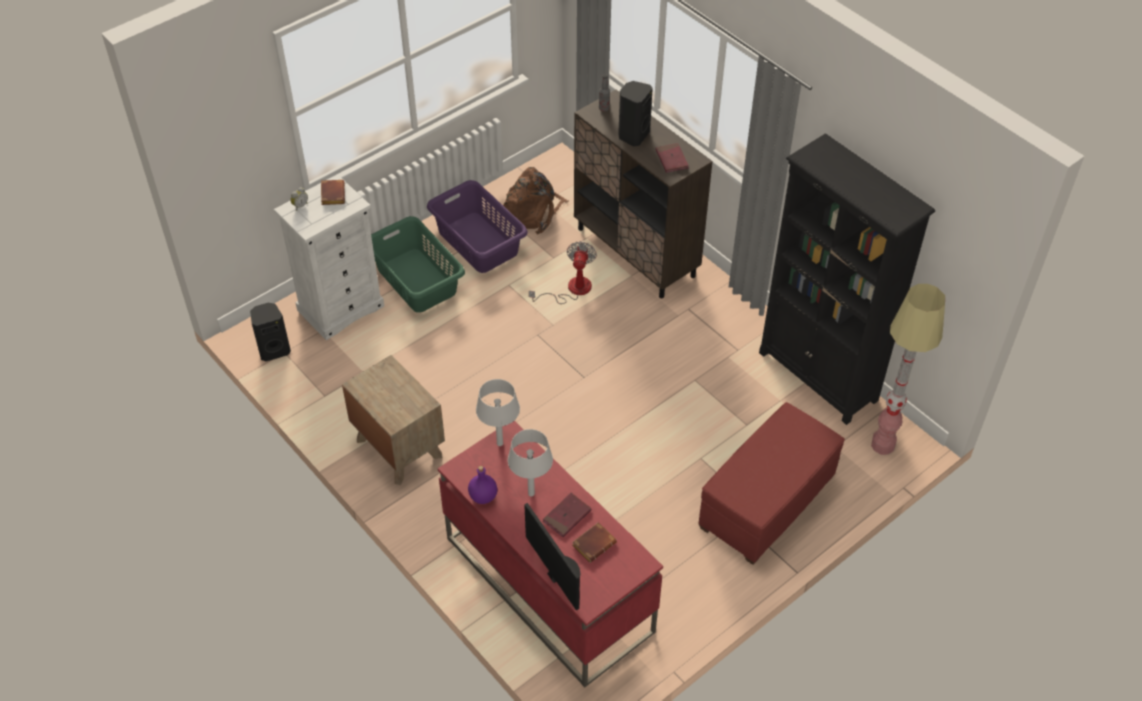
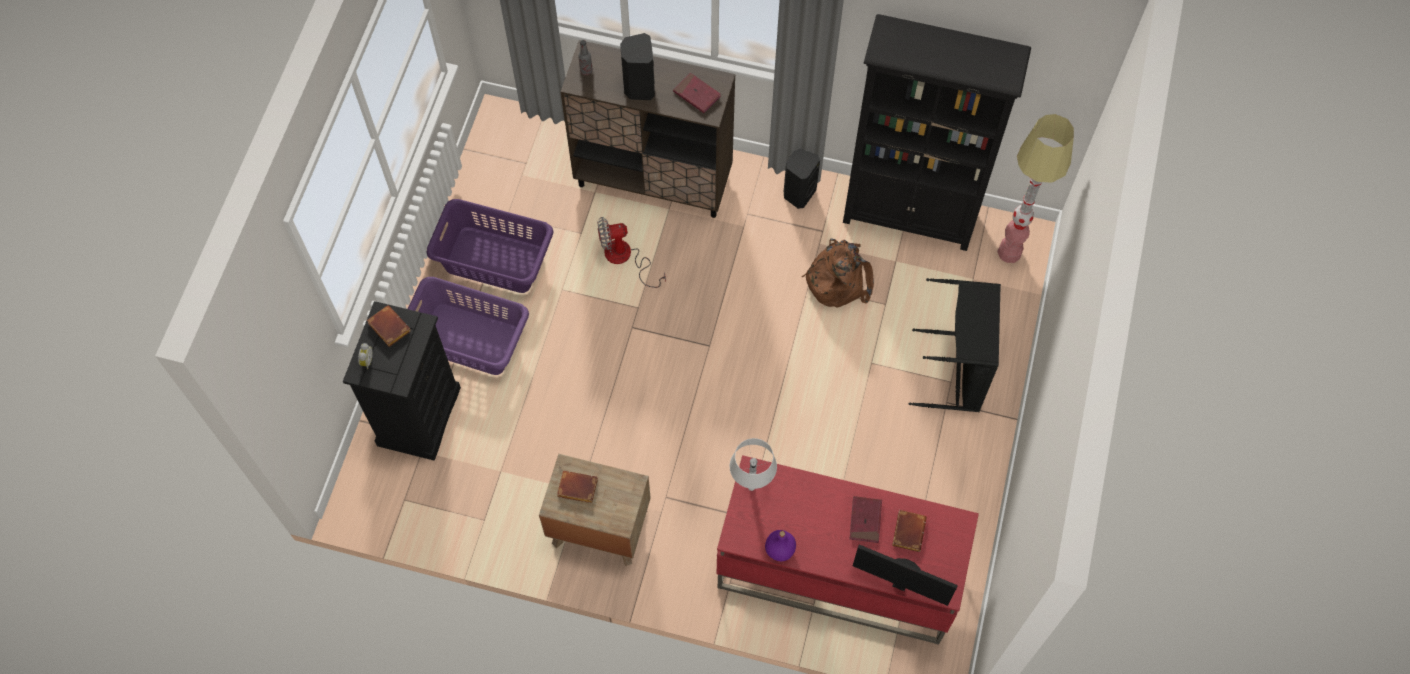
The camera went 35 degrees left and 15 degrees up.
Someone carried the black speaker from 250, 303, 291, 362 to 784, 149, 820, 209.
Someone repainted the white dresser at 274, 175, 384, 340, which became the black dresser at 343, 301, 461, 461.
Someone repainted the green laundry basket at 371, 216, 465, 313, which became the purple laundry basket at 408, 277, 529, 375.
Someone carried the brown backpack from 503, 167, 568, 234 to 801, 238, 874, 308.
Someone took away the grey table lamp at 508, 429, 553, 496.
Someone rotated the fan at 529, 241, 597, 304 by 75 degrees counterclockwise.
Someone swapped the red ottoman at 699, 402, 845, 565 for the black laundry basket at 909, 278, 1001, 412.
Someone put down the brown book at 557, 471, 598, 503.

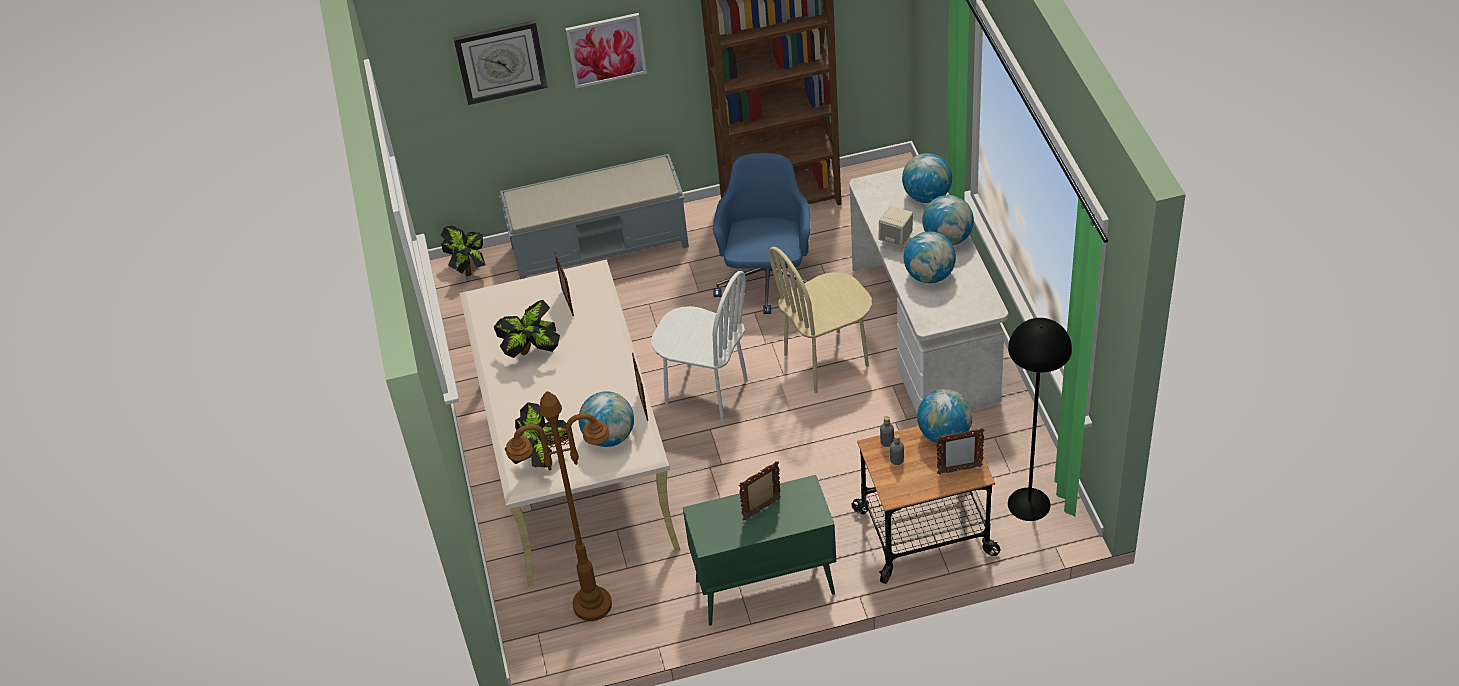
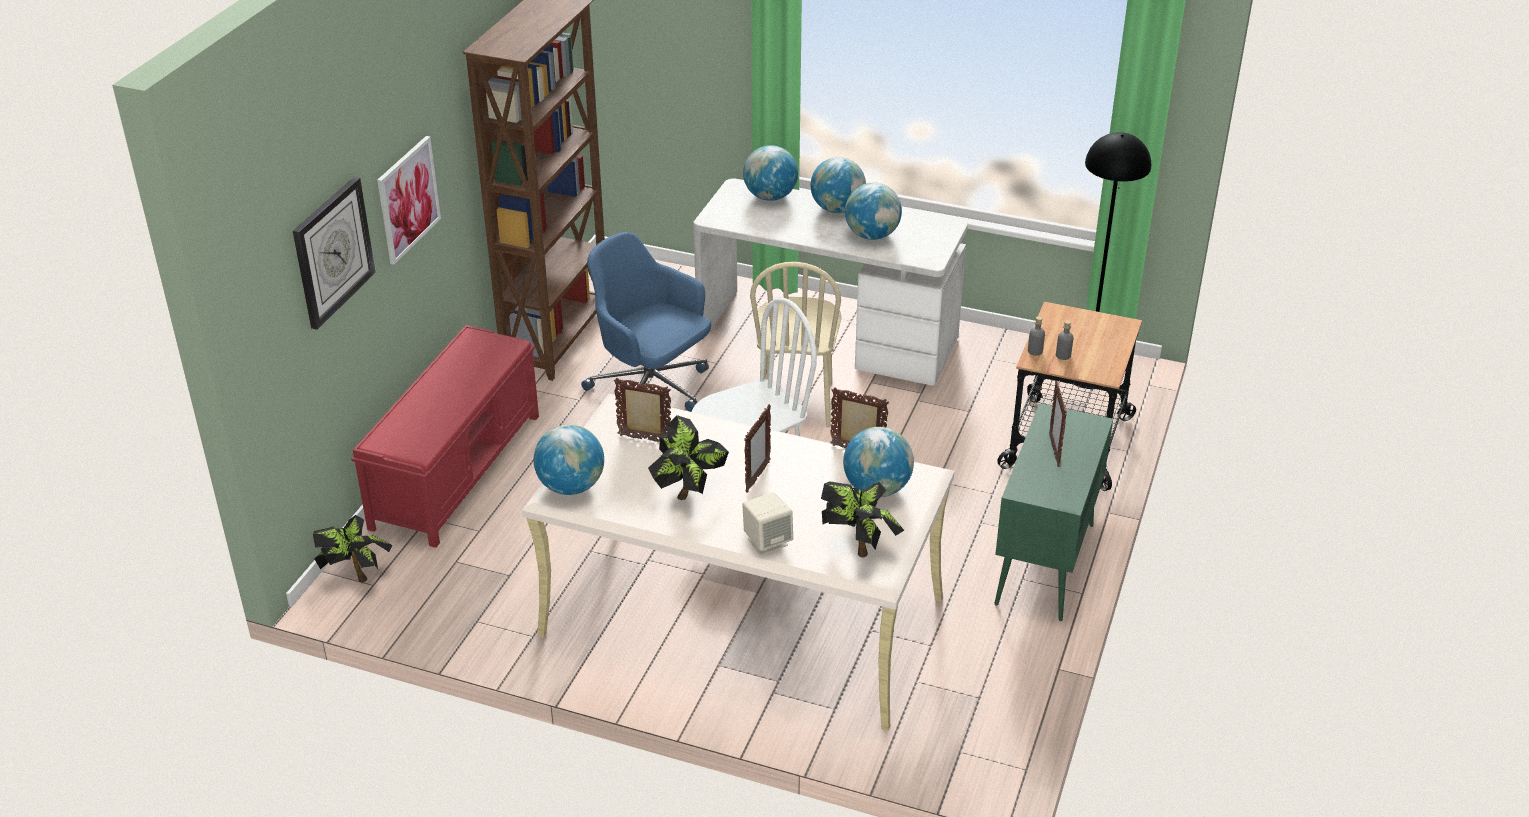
The camera went 60 degrees left and 10 degrees down.
Someone repainted the grey bench at 499, 154, 689, 279, which became the red bench at 351, 325, 539, 548.
Someone took away the brown floor lamp at 506, 391, 612, 621.
Someone carried the beige speaker from 878, 206, 913, 249 to 742, 492, 793, 555.
Someone carried the globe from 917, 389, 973, 443 to 534, 425, 604, 495.
Someone carried the picture frame from 936, 428, 984, 475 to 744, 404, 771, 493.

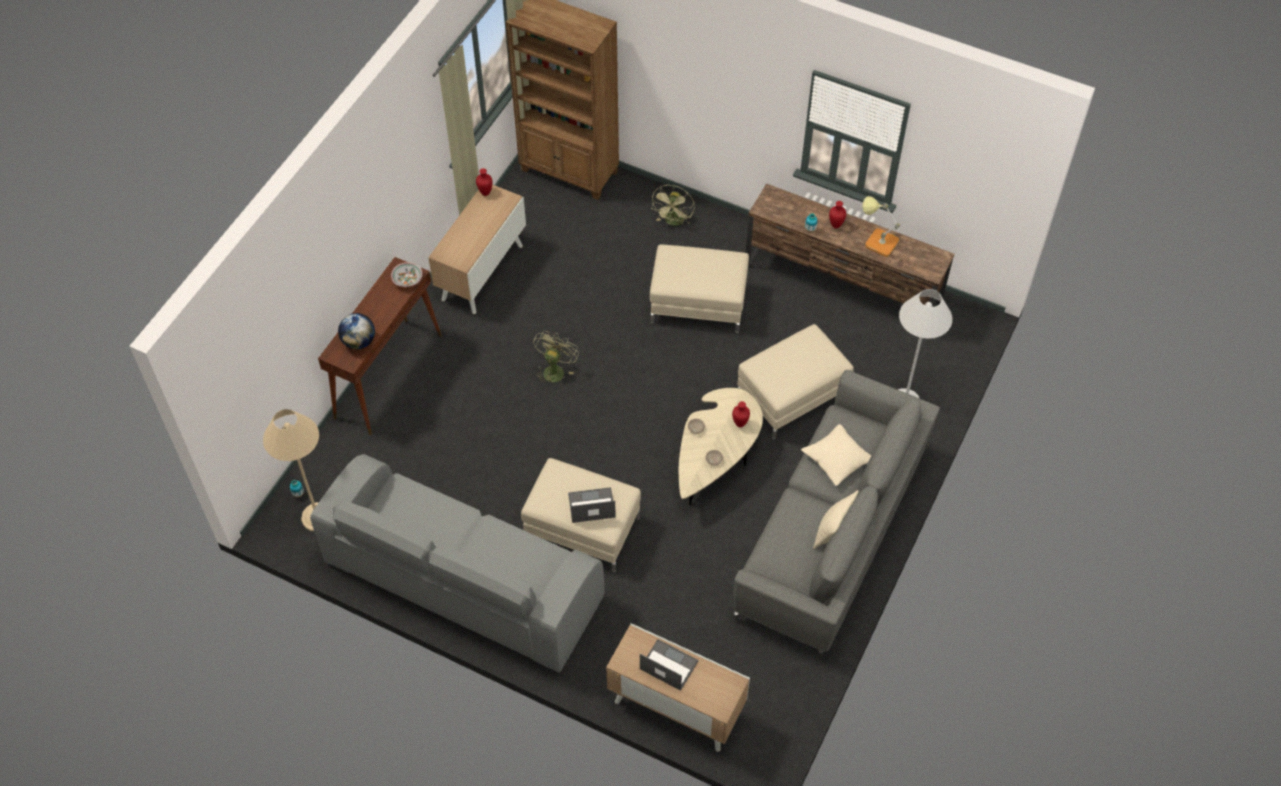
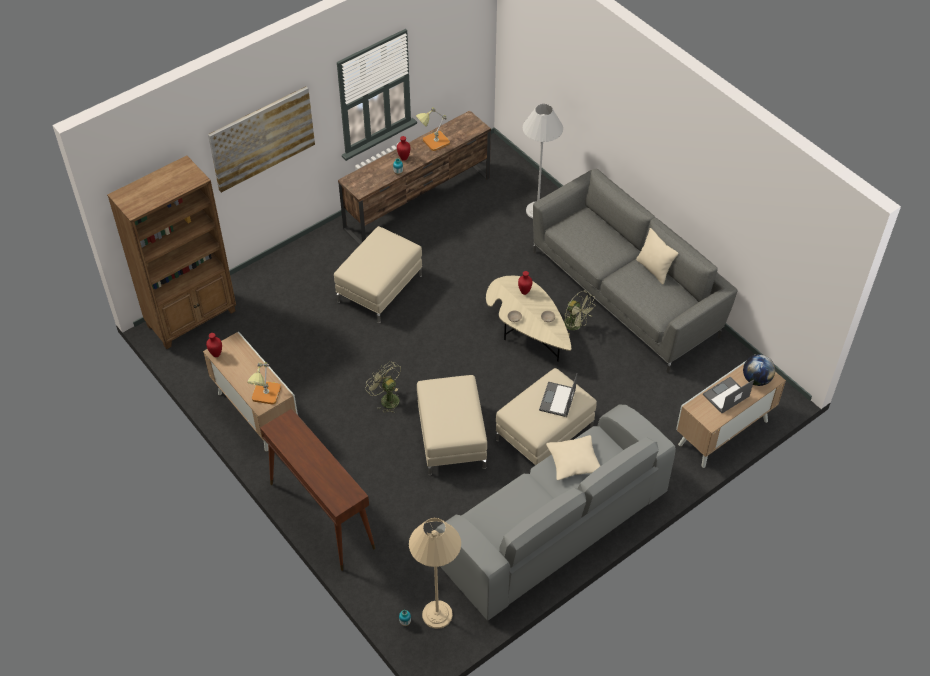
The camera went 65 degrees left and 5 degrees down.
Someone carried the globe from 338, 313, 375, 349 to 743, 354, 775, 386.
Someone took away the bowl at 391, 262, 423, 287.
Someone carried the green fan from 651, 185, 695, 226 to 564, 290, 596, 335.
Someone carried the beige ottoman from 737, 324, 854, 439 to 417, 375, 487, 475.
Someone carried the beige pillow from 801, 424, 871, 486 to 546, 435, 600, 480.
Someone put up the picture at 208, 86, 315, 193.
Someone put down the table lamp at 248, 362, 281, 404.

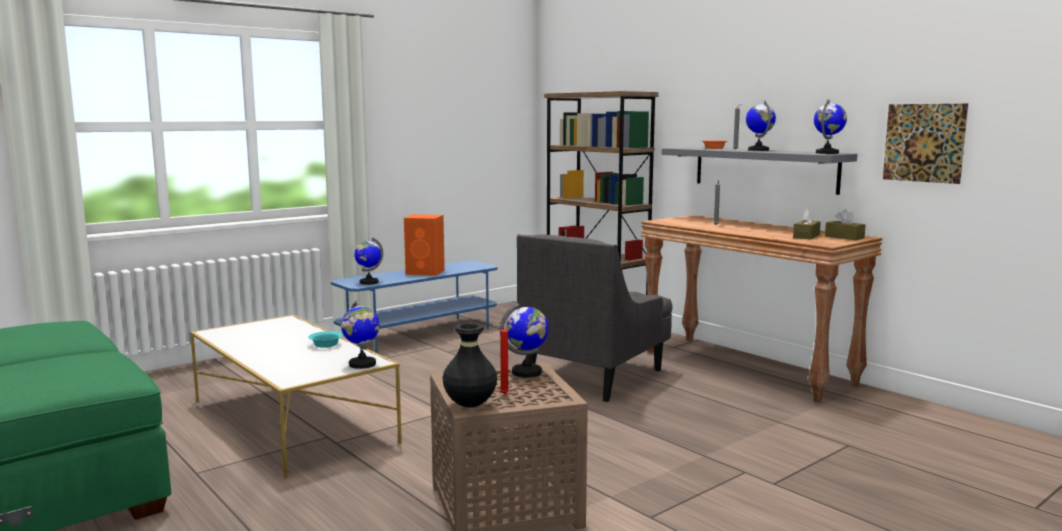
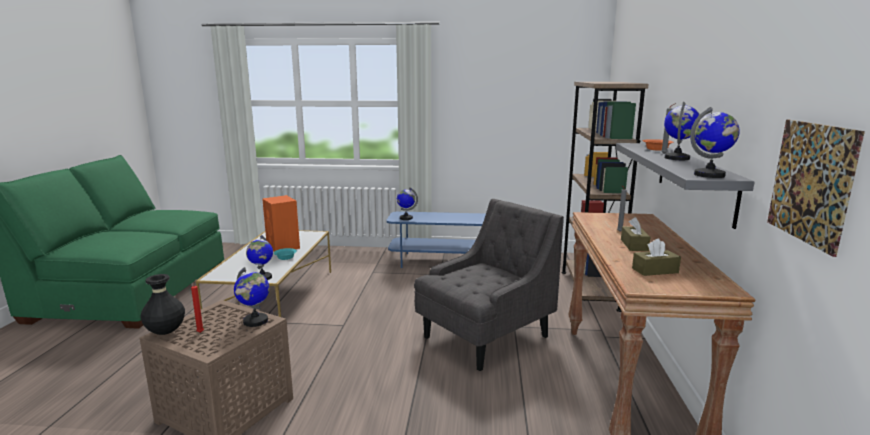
The camera went 45 degrees right and 5 degrees up.
Someone carried the orange speaker from 404, 214, 445, 276 to 262, 195, 300, 252.
Someone rotated the grey armchair at 517, 234, 672, 402 by 150 degrees clockwise.
Someone carried the brown tissue box from 825, 209, 866, 240 to 621, 217, 650, 251.

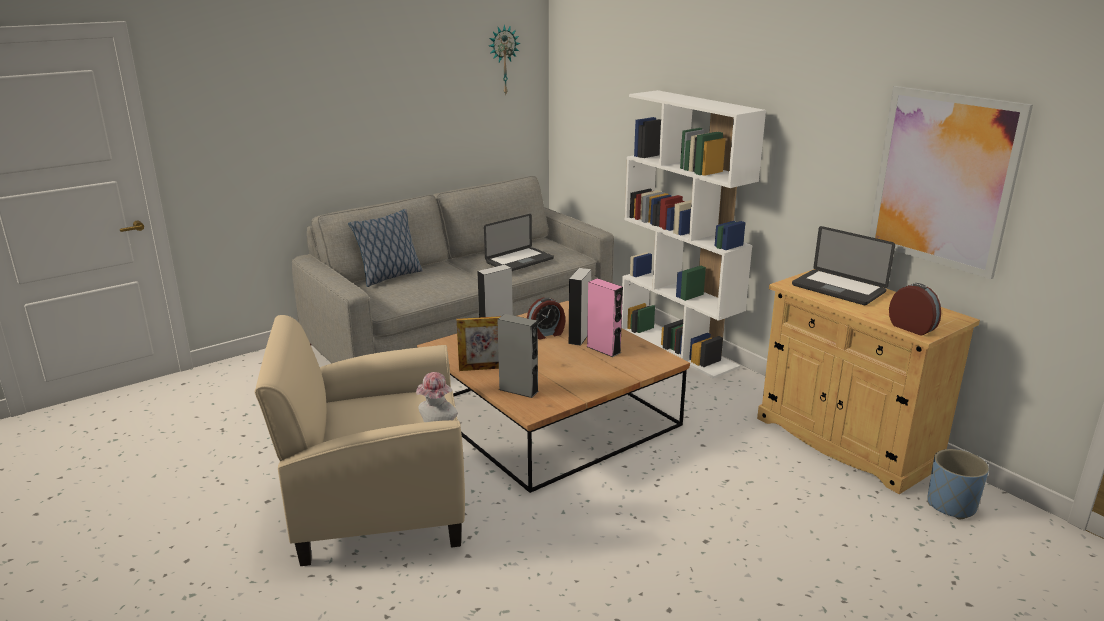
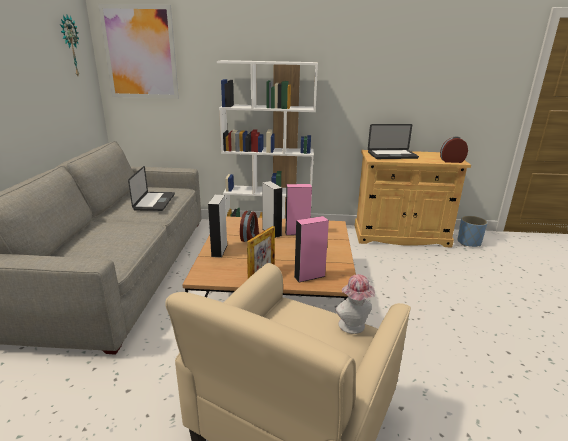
The camera went 50 degrees left and 0 degrees up.
Someone took away the pillow at 348, 209, 423, 287.
Someone repainted the grey speaker at 497, 314, 539, 398, which became the pink speaker at 294, 216, 329, 283.
Someone carried the picture from 869, 86, 1033, 279 to 98, 4, 179, 99.

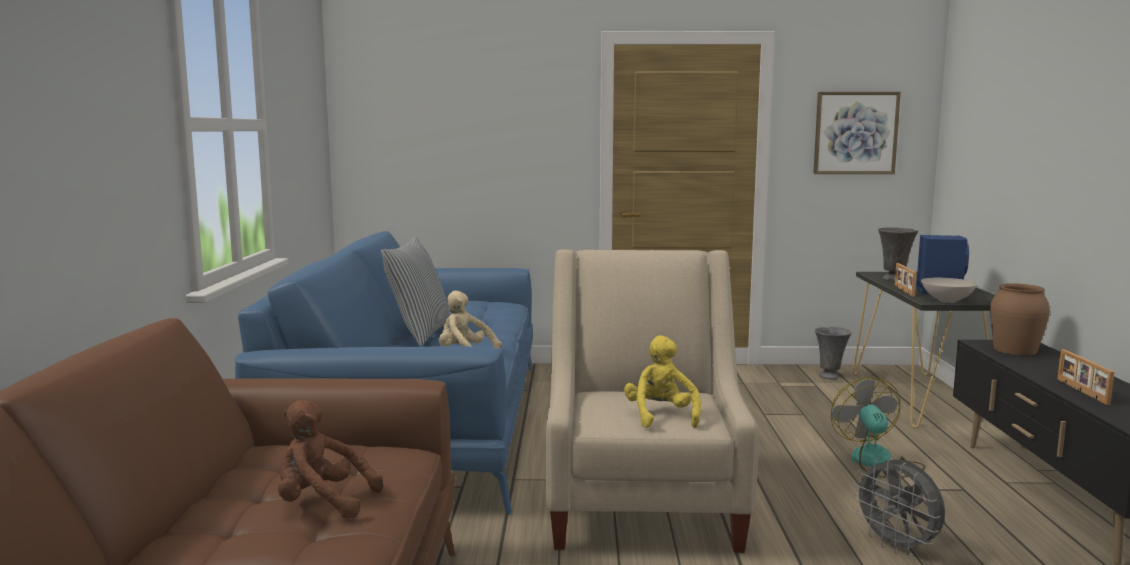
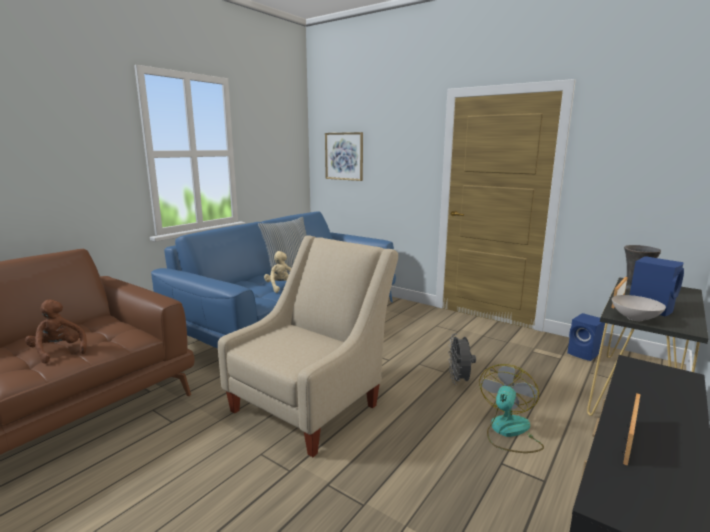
The camera went 35 degrees right and 5 degrees up.
Someone took away the yellow plush toy at 624, 335, 701, 428.
Someone carried the picture from 813, 92, 901, 174 to 325, 132, 363, 181.
Someone swapped the grey vase at 815, 327, 852, 379 for the blue speaker at 567, 313, 605, 361.
Someone carried the grey fan from 852, 458, 945, 555 to 448, 334, 476, 385.
Someone took away the brown vase at 990, 283, 1050, 355.

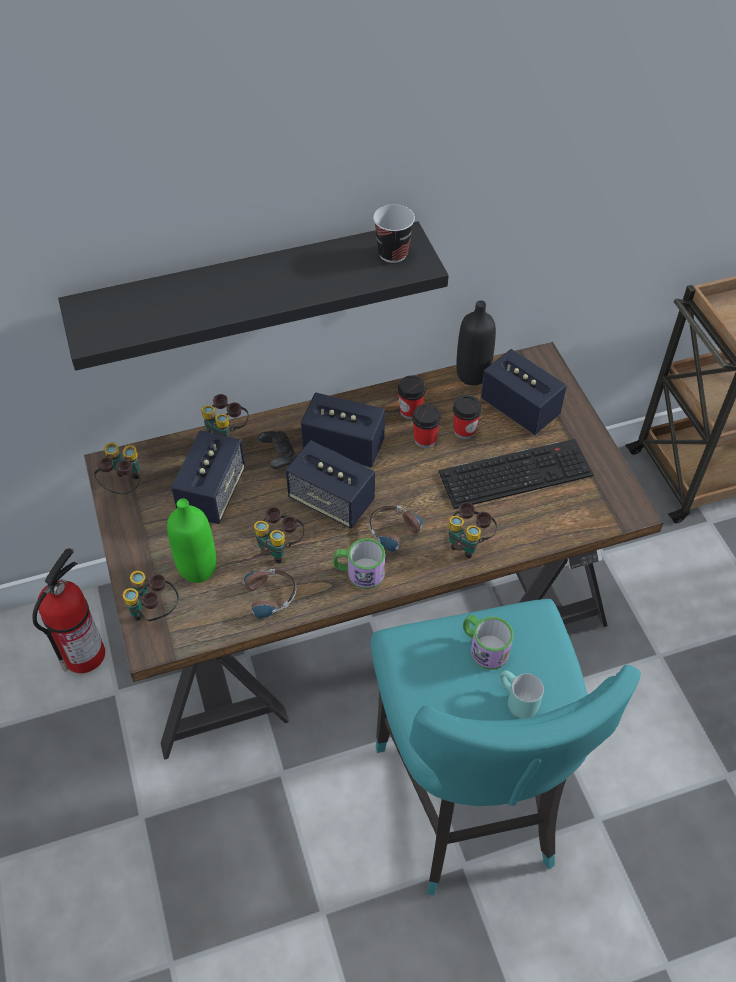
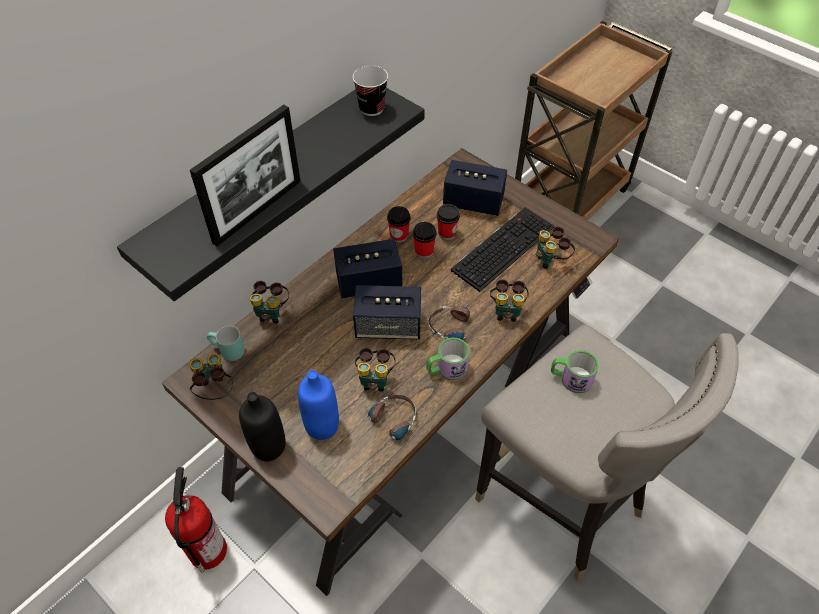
The camera went 30 degrees left and 0 degrees up.
Someone carried the binoculars from 122, 571, 179, 621 to 536, 227, 575, 269.
Someone repainted the green bottle at 167, 498, 217, 583, which became the blue bottle at 298, 370, 339, 440.
Someone took away the speaker at 171, 430, 245, 524.
Someone took away the black game controller at 258, 431, 297, 469.
Someone repainted the turquoise stool at 371, 599, 641, 895, which became the grey stool at 475, 324, 739, 582.
Someone carried the black bottle from 456, 301, 496, 385 to 239, 392, 286, 461.
Someone carried the turquoise mug from 500, 670, 544, 718 to 207, 326, 245, 361.
Someone put down the picture frame at 190, 105, 301, 246.

